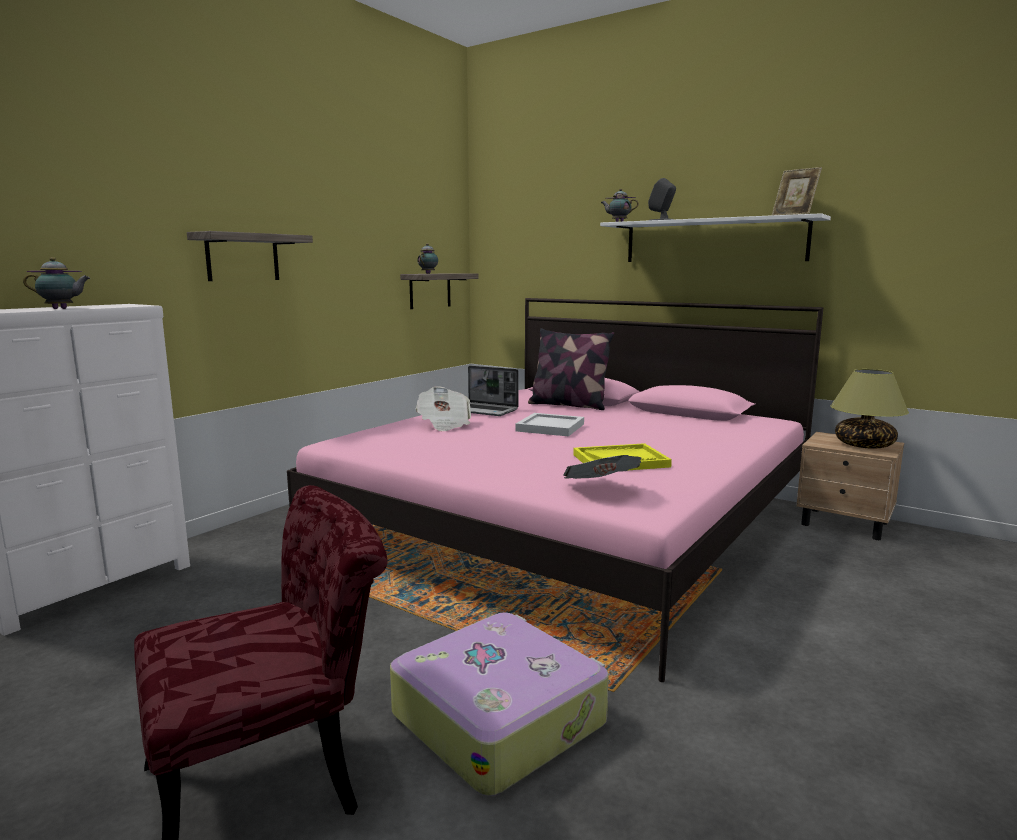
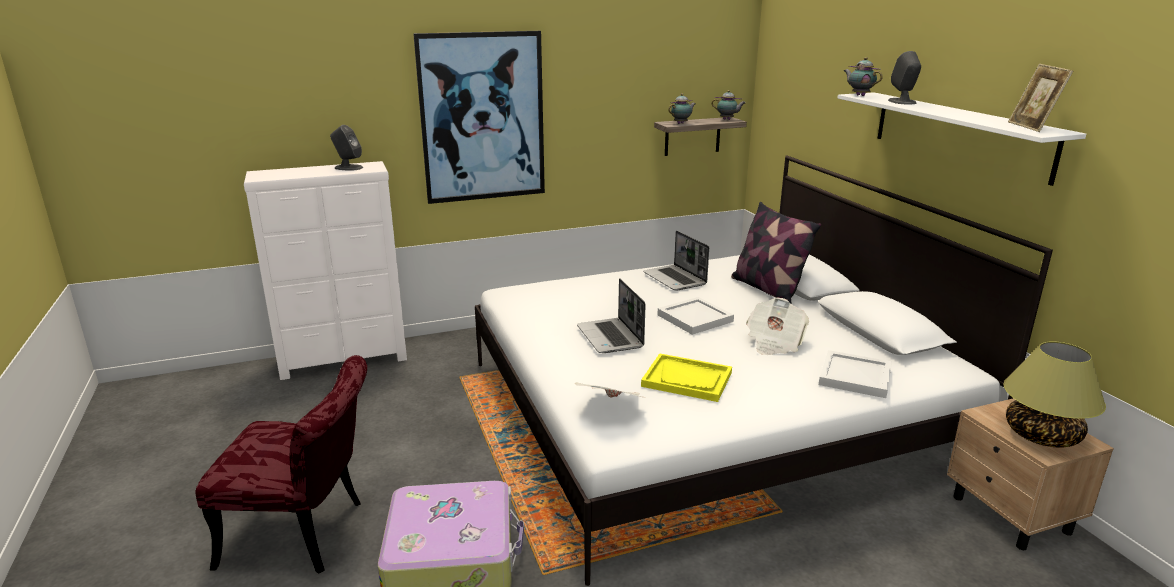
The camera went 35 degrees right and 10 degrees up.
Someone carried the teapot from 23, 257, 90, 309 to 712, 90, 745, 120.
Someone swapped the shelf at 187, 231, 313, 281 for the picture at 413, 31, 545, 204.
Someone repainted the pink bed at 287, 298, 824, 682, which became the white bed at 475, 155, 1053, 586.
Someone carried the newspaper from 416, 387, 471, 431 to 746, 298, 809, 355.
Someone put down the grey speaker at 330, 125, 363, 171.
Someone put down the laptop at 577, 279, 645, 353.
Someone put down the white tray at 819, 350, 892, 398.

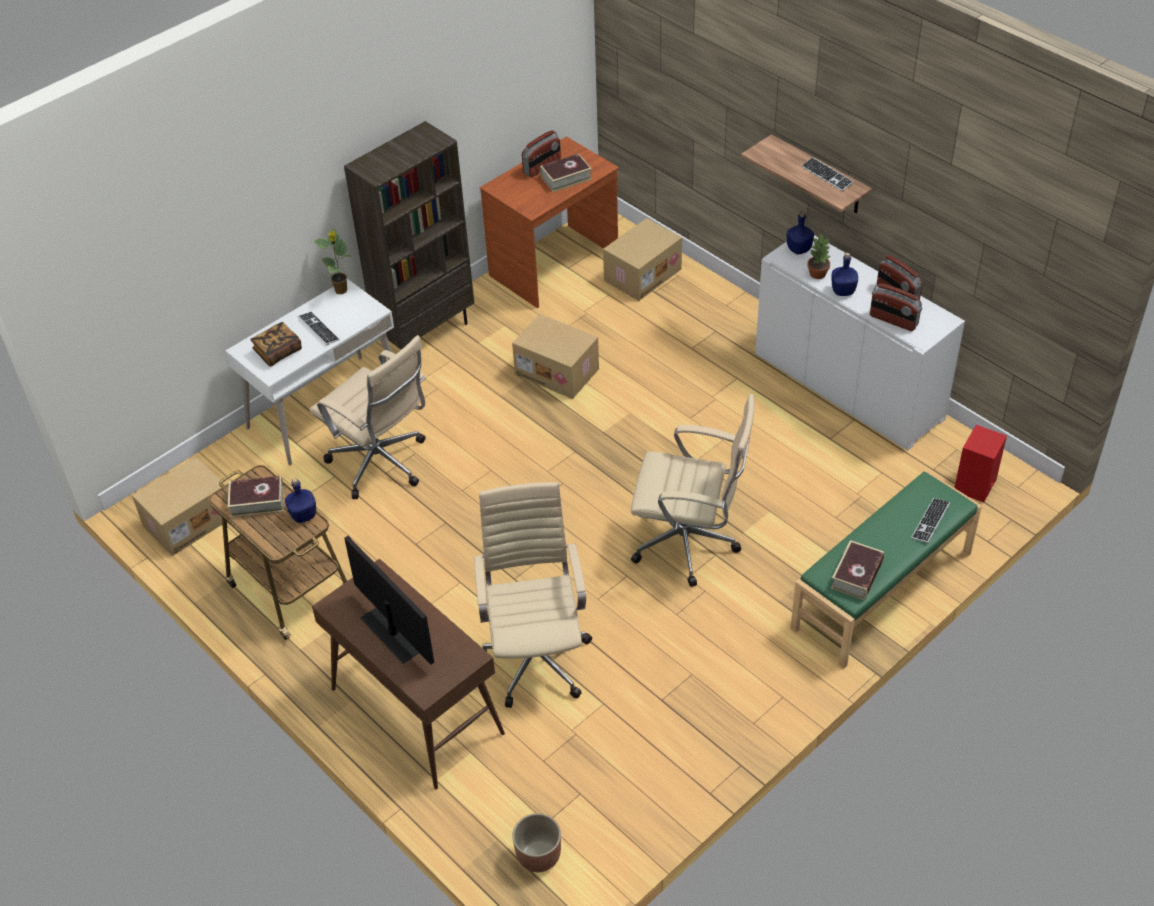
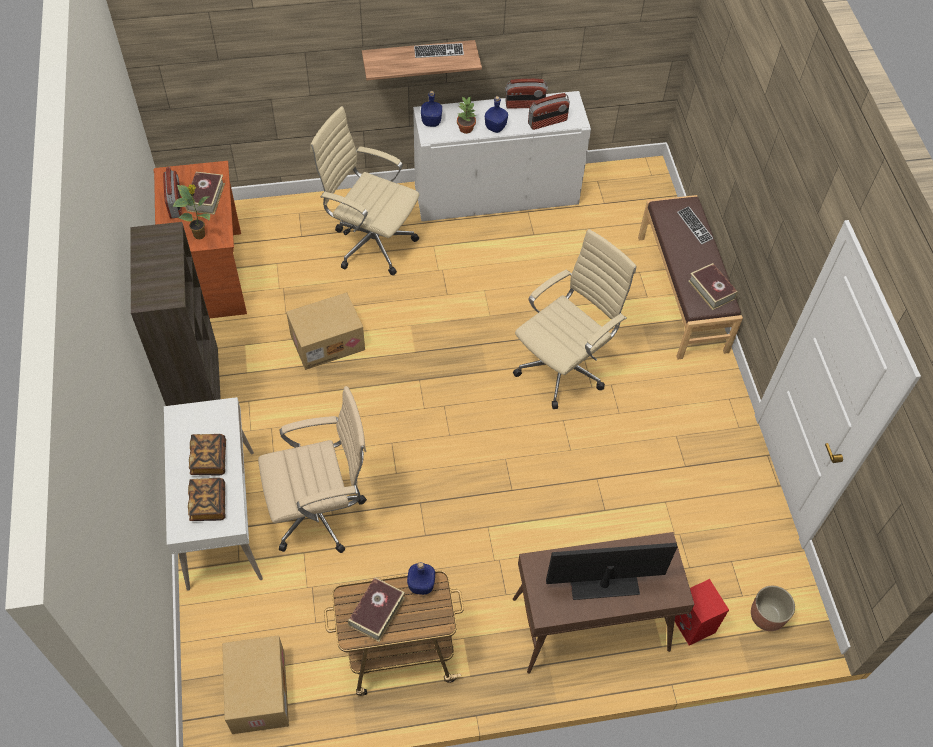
The camera went 60 degrees left and 10 degrees up.
Someone swapped the keyboard at 298, 311, 340, 346 for the book at 189, 434, 226, 475.
Someone carried the potted plant from 314, 227, 351, 294 to 172, 184, 210, 239.
Someone carried the beige office chair from 474, 482, 592, 708 to 310, 106, 419, 275.
Someone took away the cardboard box at 603, 218, 682, 301.
Someone repainted the green bench at 790, 471, 982, 668, which became the brown bench at 638, 195, 743, 359.
Someone carried the red speaker from 954, 425, 1007, 502 to 675, 579, 729, 646.

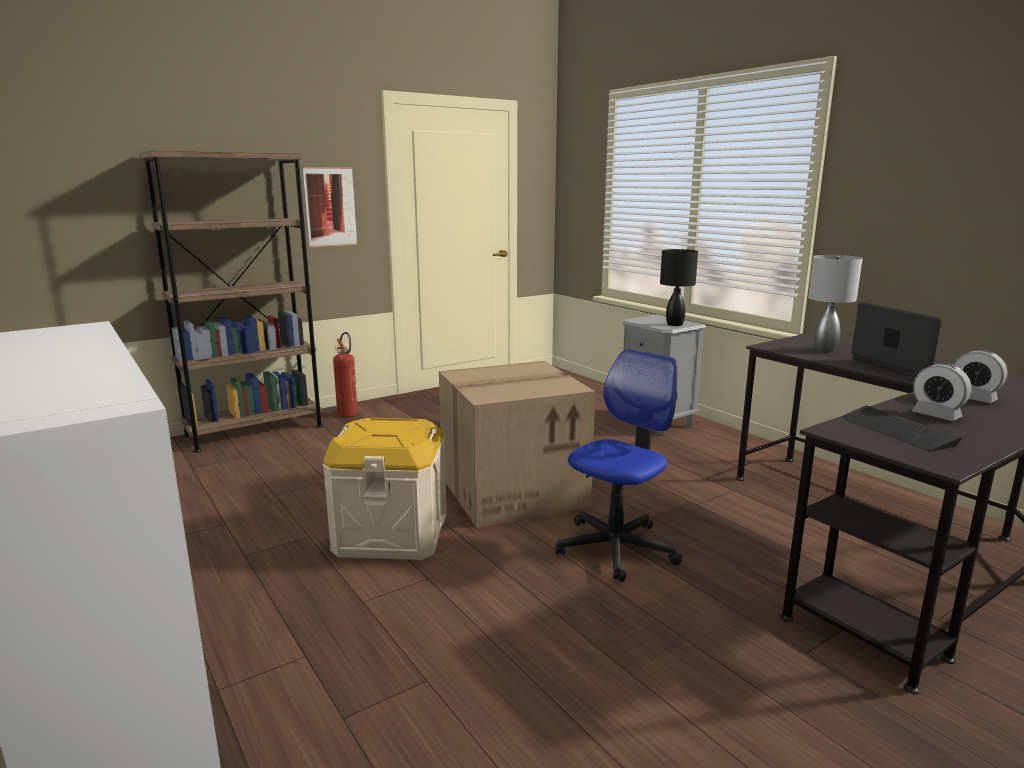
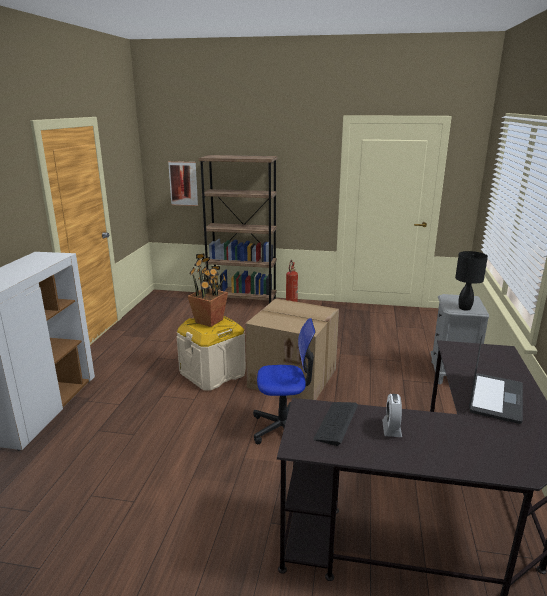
The camera went 45 degrees right and 5 degrees up.
Someone carried the picture from 303, 167, 357, 248 to 168, 161, 198, 206.
Someone took away the grey table lamp at 808, 255, 863, 352.
Someone took away the alarm clock at 954, 350, 1007, 403.
Someone put down the potted plant at 188, 254, 228, 327.

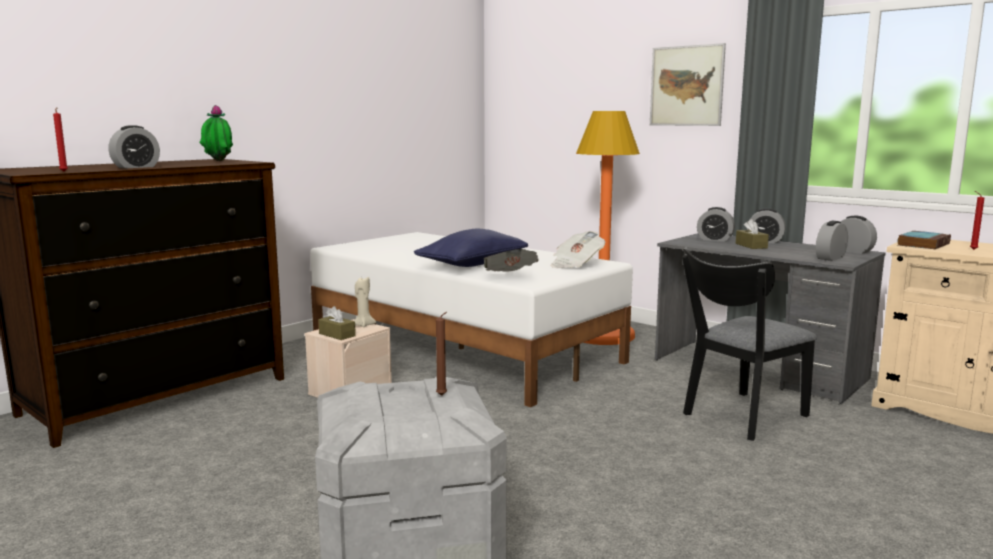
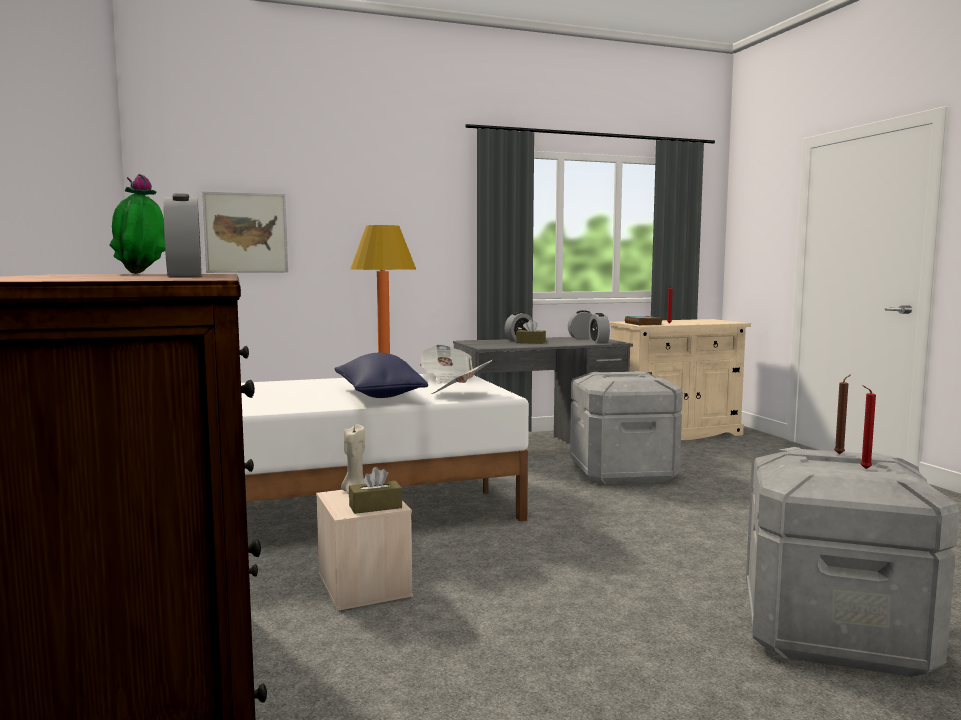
The camera went 60 degrees left and 5 degrees down.
Someone carried the red candle from 53, 107, 68, 172 to 860, 385, 876, 469.
Someone carried the picture from 650, 43, 726, 126 to 202, 192, 288, 273.
Someone swapped the black chair at 682, 248, 817, 441 for the grey storage box at 570, 371, 683, 485.
Someone took away the alarm clock at 697, 207, 735, 242.

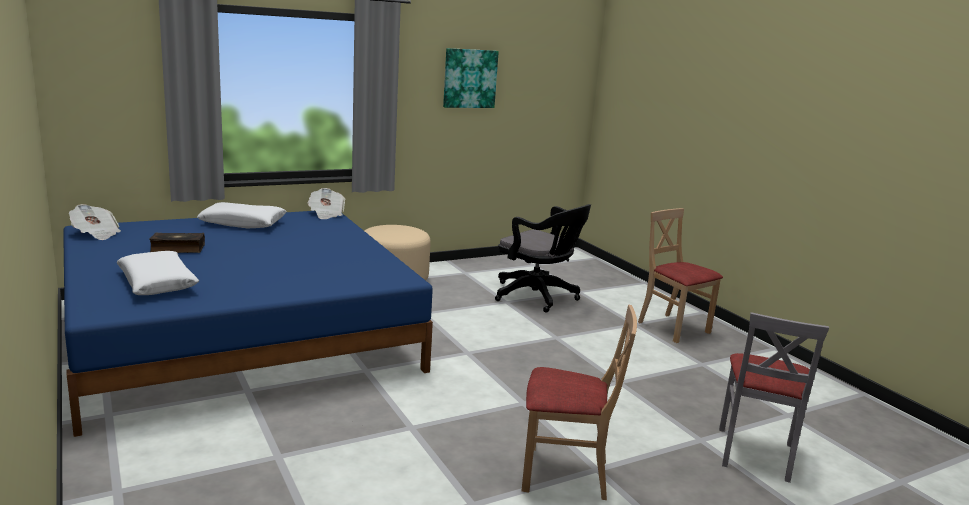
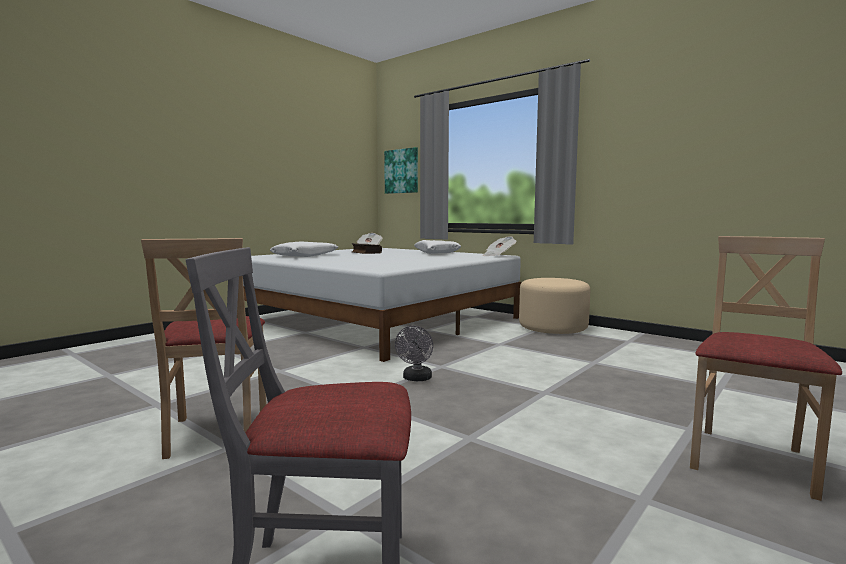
The camera went 70 degrees right and 10 degrees down.
Someone repainted the blue bed at 63, 211, 433, 437, which became the white bed at 243, 248, 521, 362.
Someone carried the picture from 443, 48, 499, 108 to 384, 147, 418, 194.
Someone took away the black office chair at 495, 204, 591, 313.
Someone put down the grey fan at 395, 326, 433, 381.

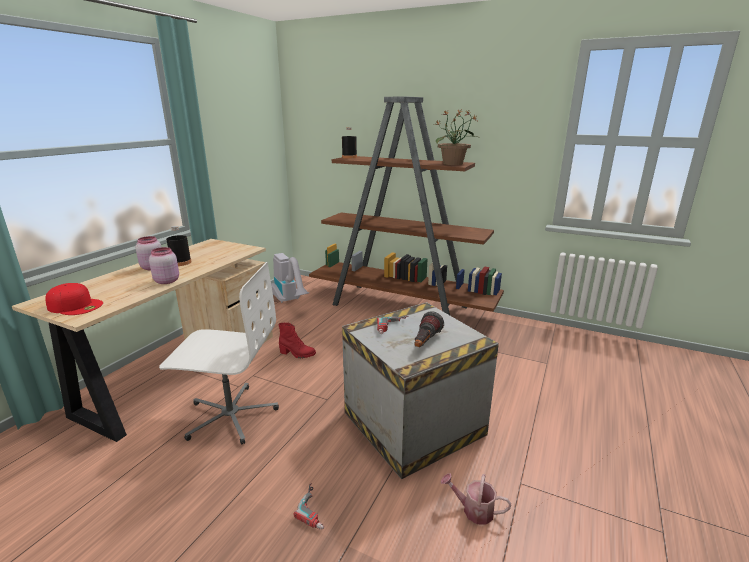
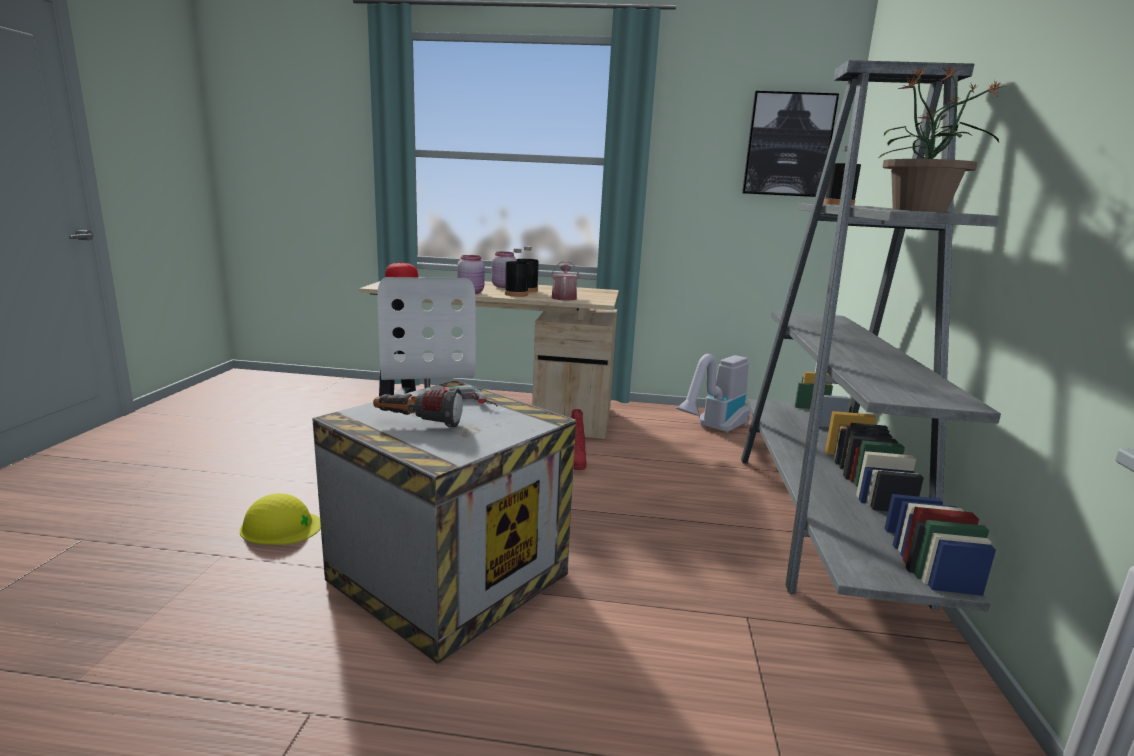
The camera went 70 degrees right and 5 degrees down.
Someone swapped the power drill at 293, 483, 324, 529 for the yellow hard hat at 240, 493, 321, 545.
Someone repainted the brown bookcase at 309, 96, 504, 315, which became the grey bookcase at 741, 60, 1001, 612.
Someone carried the watering can from 441, 473, 511, 525 to 551, 261, 579, 301.
Someone put down the black bottle at 505, 248, 529, 297.
Someone put up the picture at 742, 91, 839, 197.

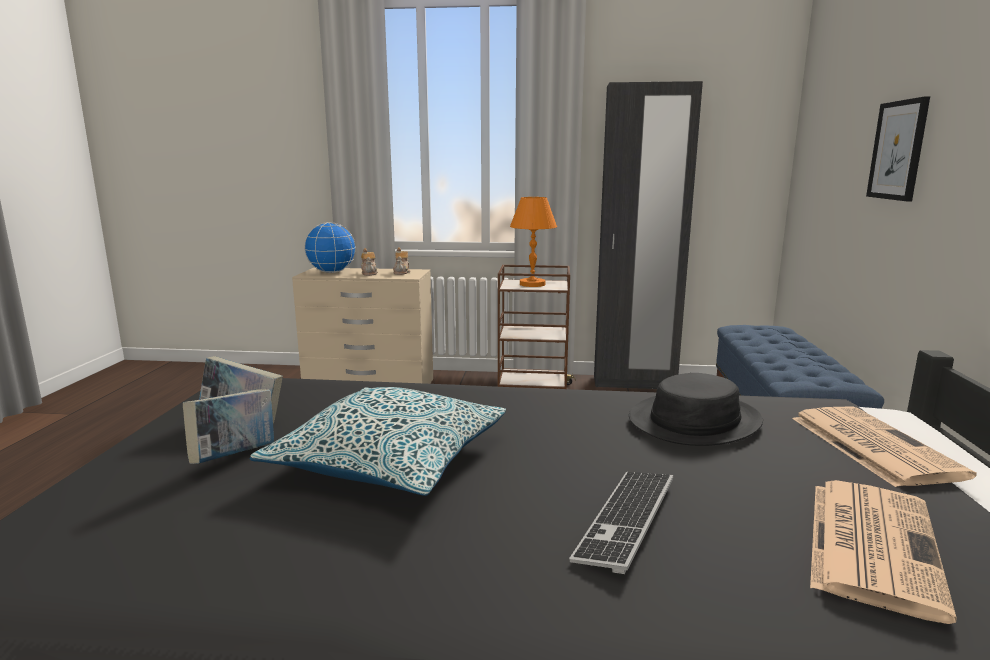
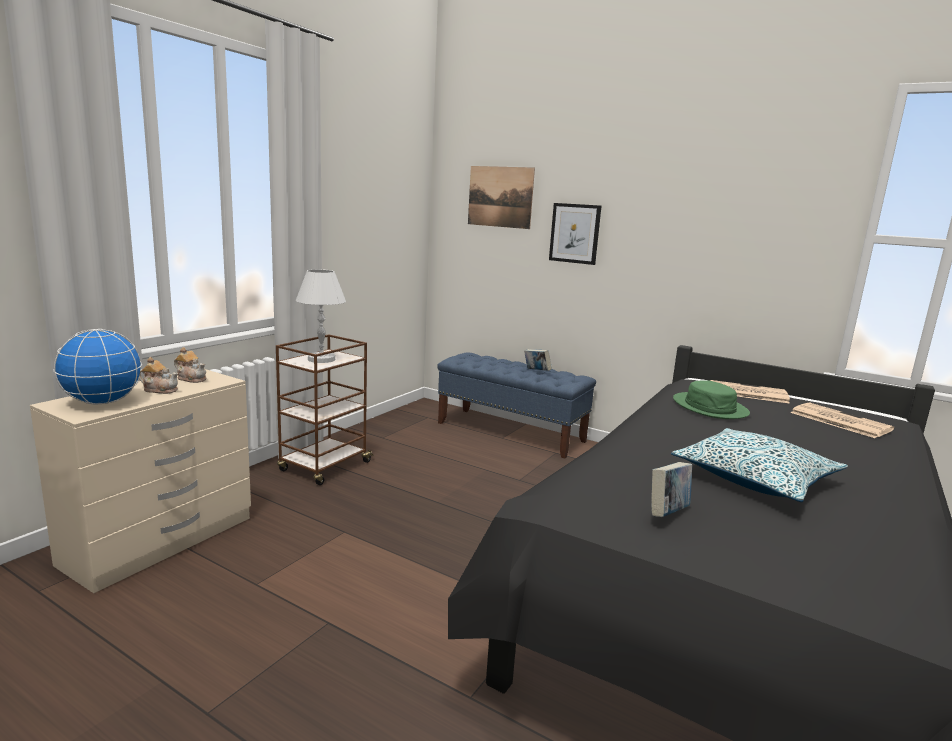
The camera went 65 degrees left and 0 degrees up.
Someone carried the book from 183, 389, 274, 464 to 524, 349, 552, 371.
Someone repainted the orange table lamp at 510, 197, 557, 287, which became the white table lamp at 296, 269, 346, 363.
Someone took away the keyboard at 569, 472, 674, 574.
Someone took away the black wardrobe at 594, 81, 703, 389.
Someone repainted the black hat at 629, 373, 763, 446, which became the green hat at 673, 380, 750, 419.
Someone put up the picture at 468, 166, 535, 229.

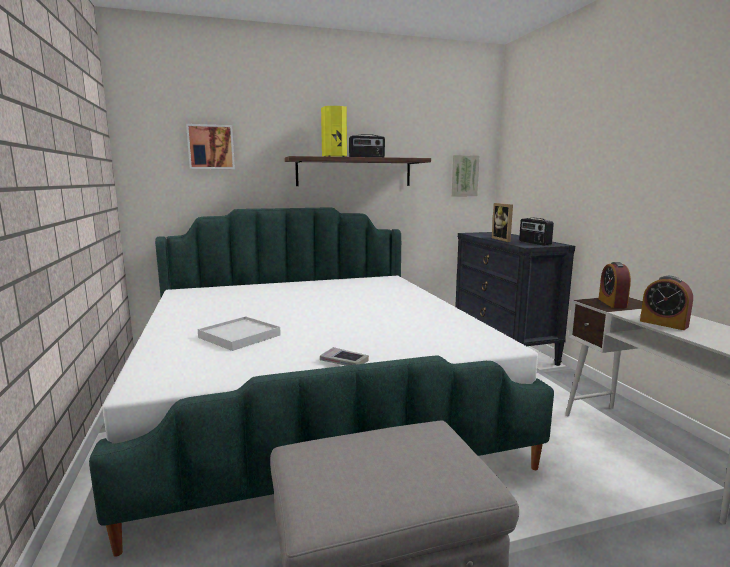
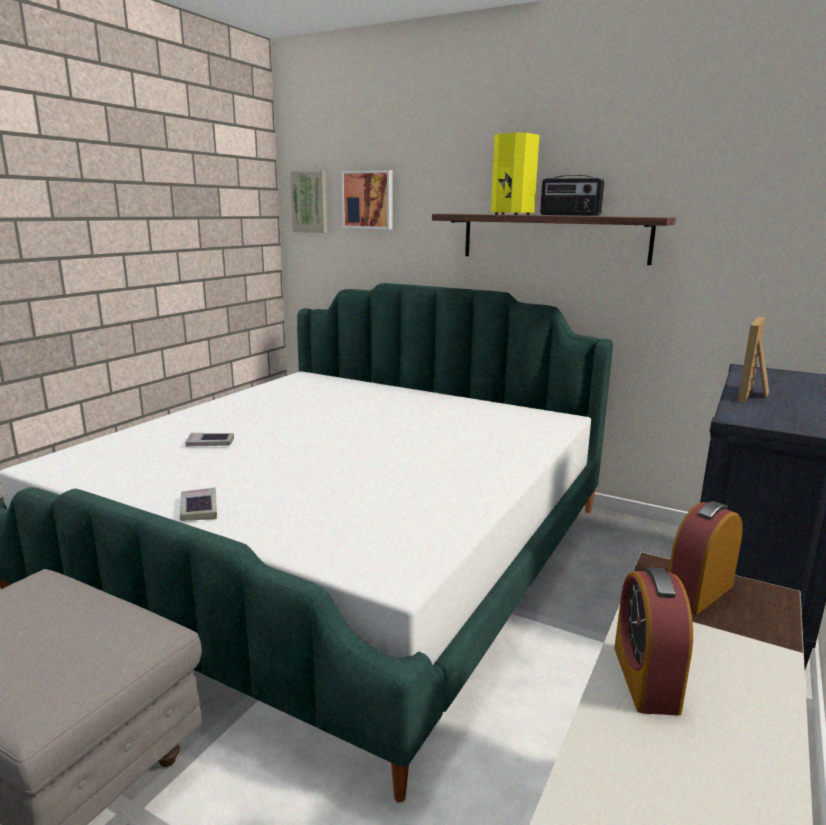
The camera went 45 degrees right and 5 degrees up.
Someone swapped the white tray at 198, 316, 281, 351 for the book at 185, 433, 234, 447.
Someone carried the picture from 452, 155, 480, 197 to 290, 171, 327, 233.
Someone took away the radio at 519, 218, 554, 246.

